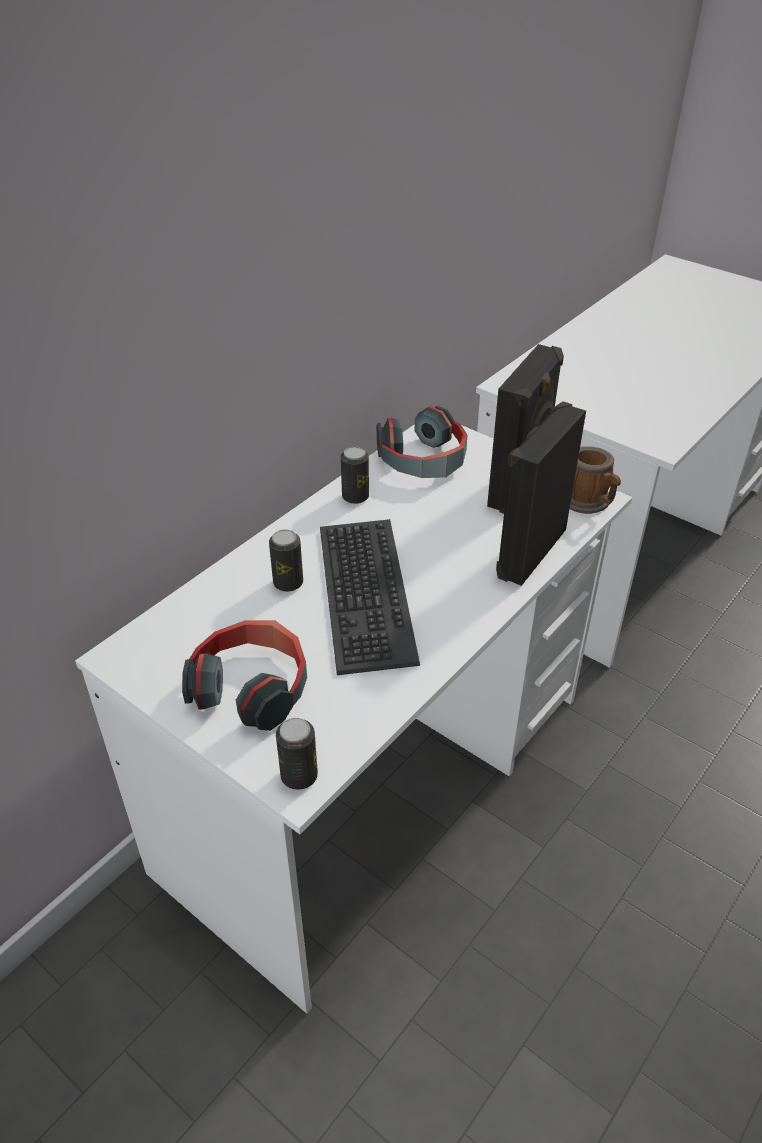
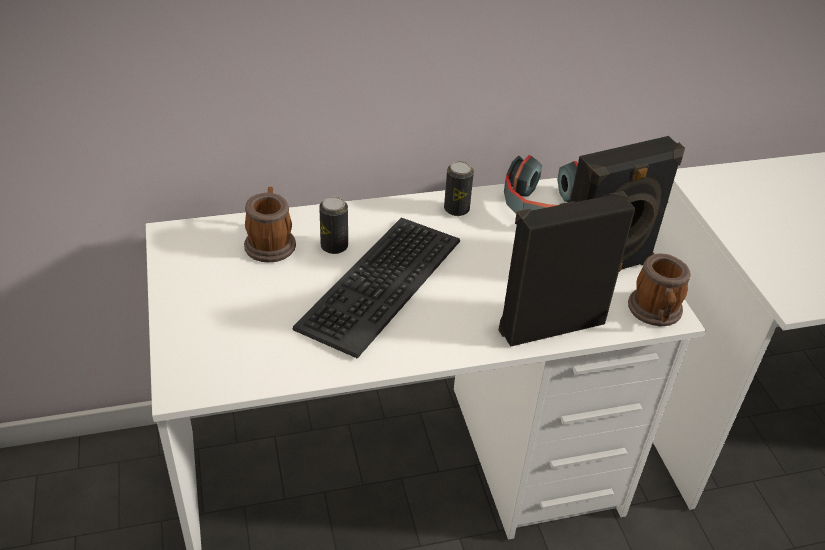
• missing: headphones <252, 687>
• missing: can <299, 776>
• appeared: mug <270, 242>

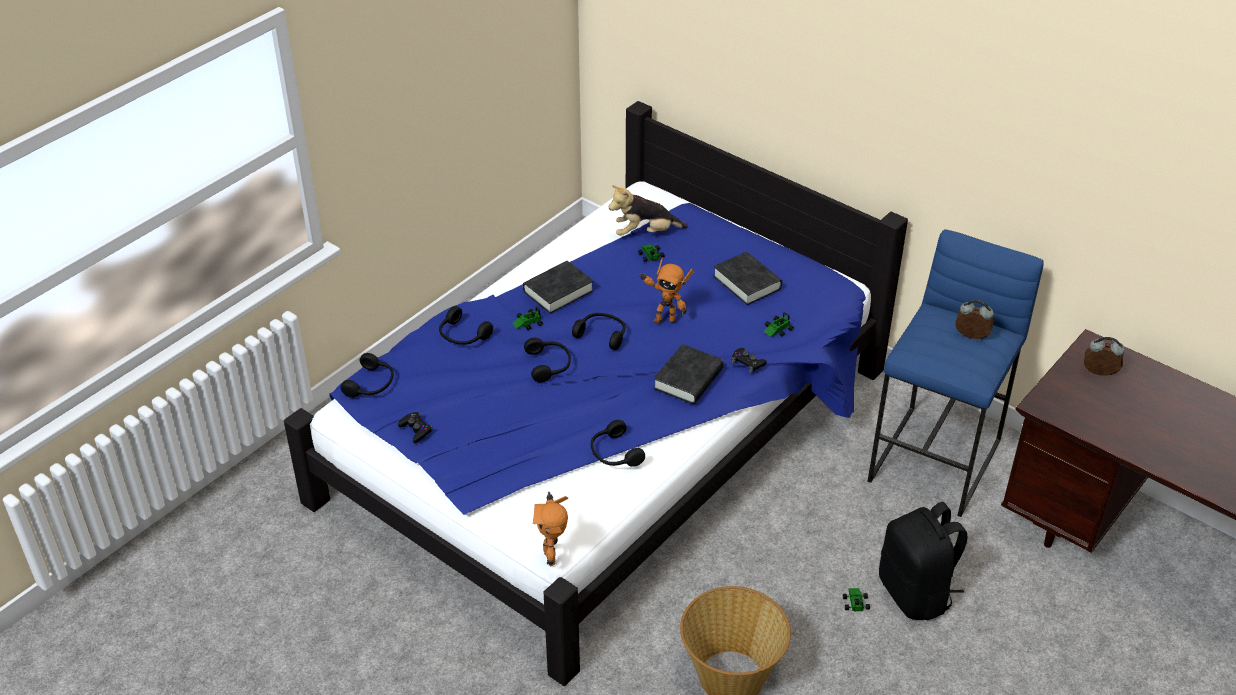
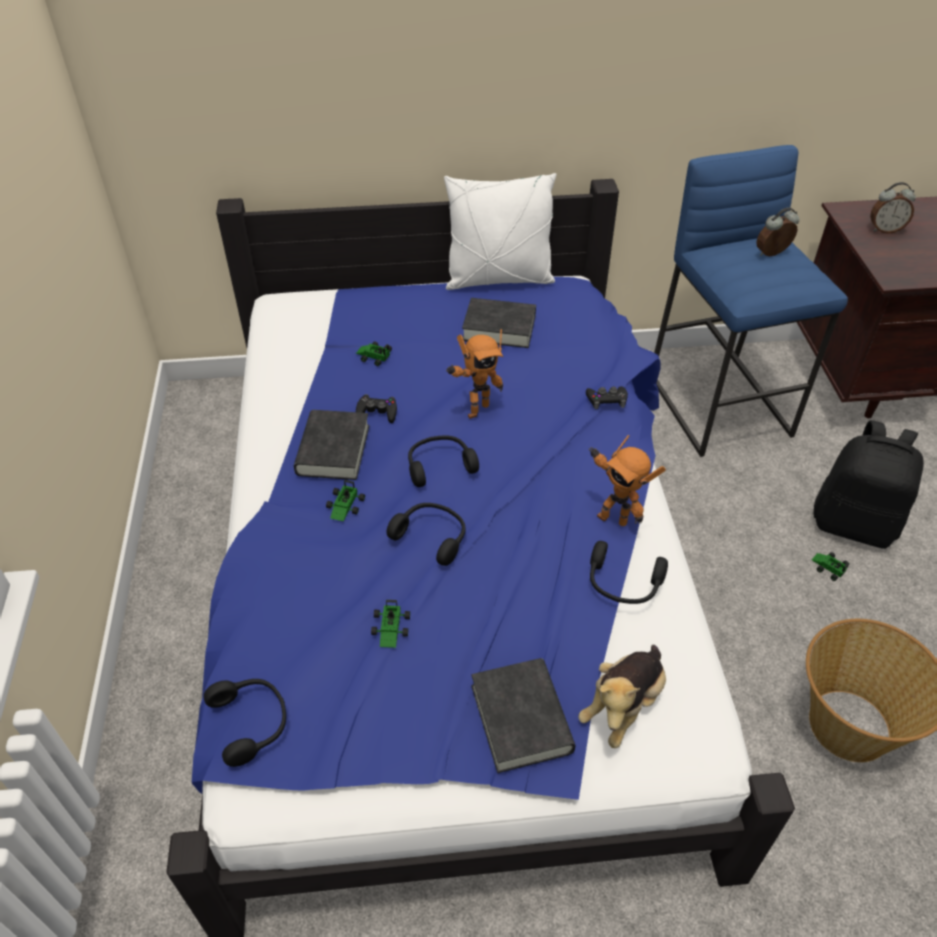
• relocated: plush toy <645, 233> to <623, 705>
• missing: black headphones <462, 336>
• relocated: toy car <776, 329> to <390, 629>
• spun: alarm clock <1099, 374> = <885, 229> 150 degrees counterclockwise
• relocated: black book <688, 379> to <521, 719>
• relocated: black game controller <416, 430> to <377, 412>
• relocated: toy robot <553, 556> to <613, 517>
• appeared: white pillow <499, 279>

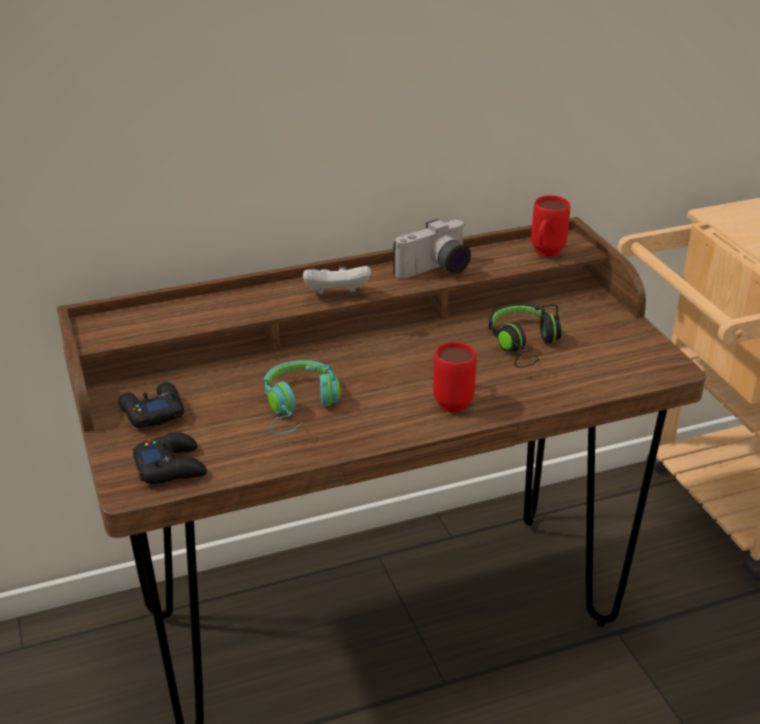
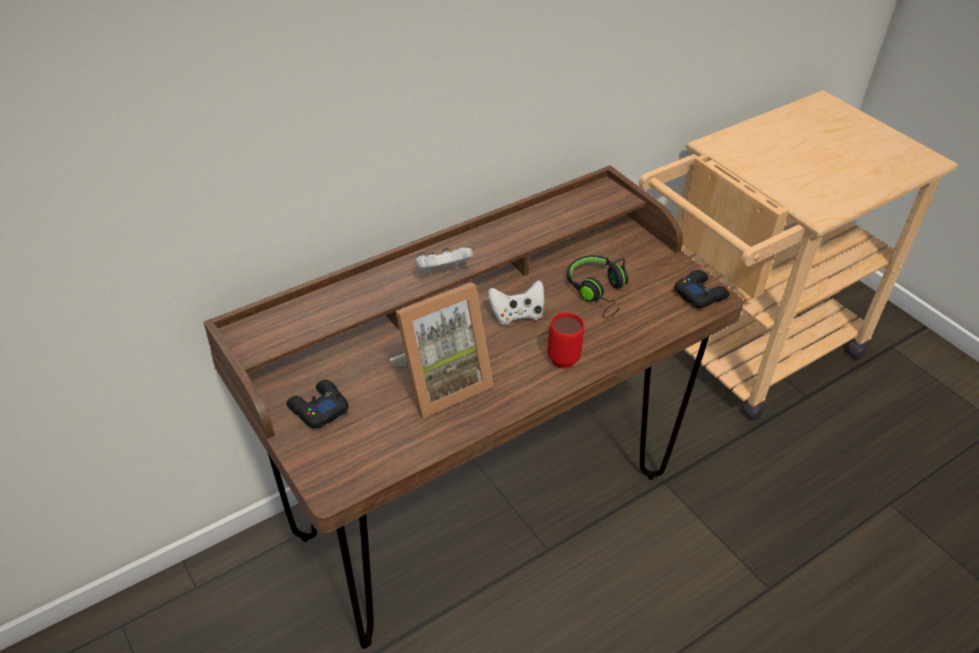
• missing: red mug <545, 254>
• missing: photo camera <436, 270>
• exchanged: turquoise headphones <300, 406> to picture frame <441, 382>
• relocated: black game controller <171, 466> to <700, 294>
• appeared: white game controller <517, 315>

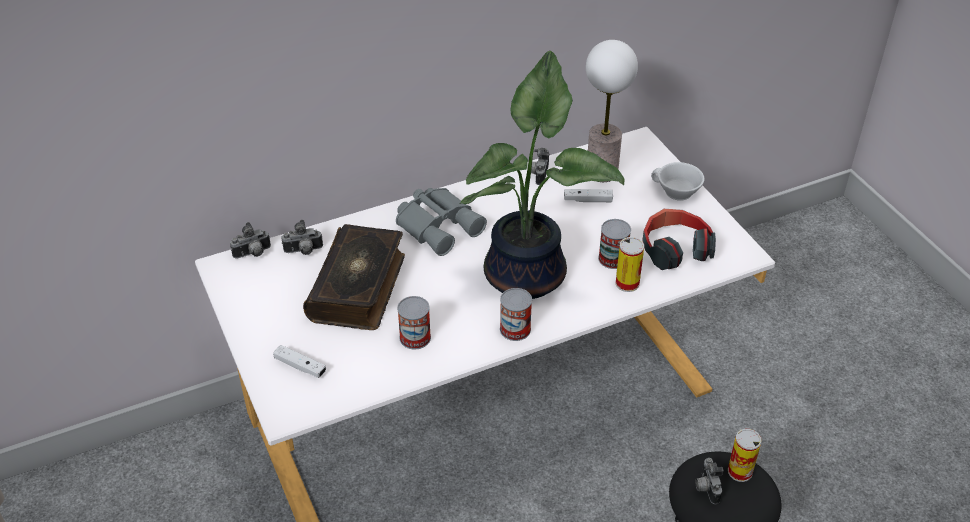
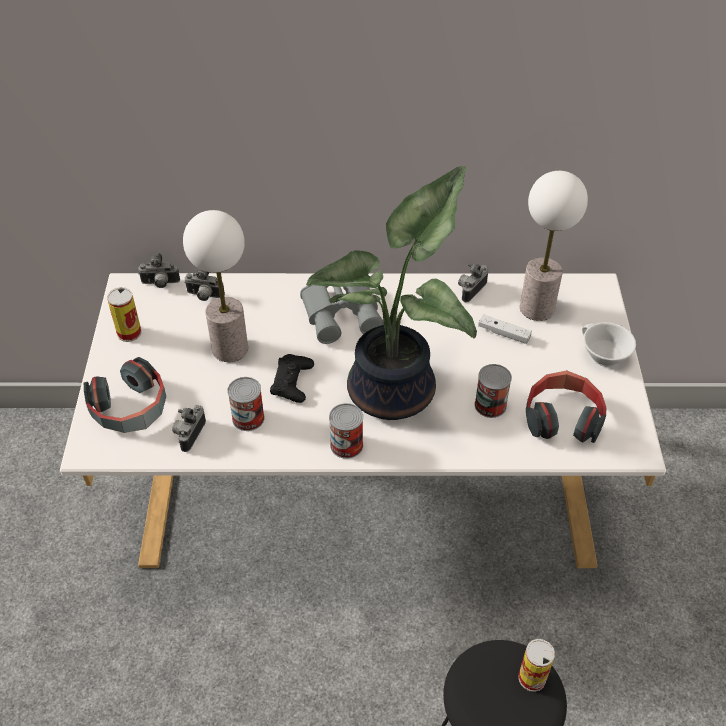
• exchanged: book <359, 287> to table lamp <230, 349>
• relocated: can <627, 283> to <129, 333>
• exchanged: white game controller <300, 366> to headphones <130, 408>
• relocated: photo camera <706, 488> to <189, 434>
• appeared: black game controller <292, 382>

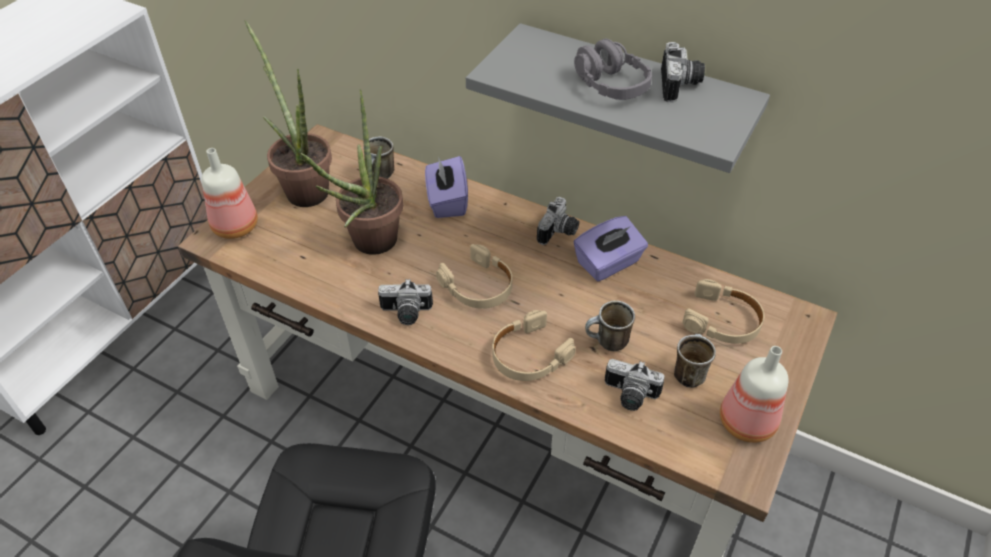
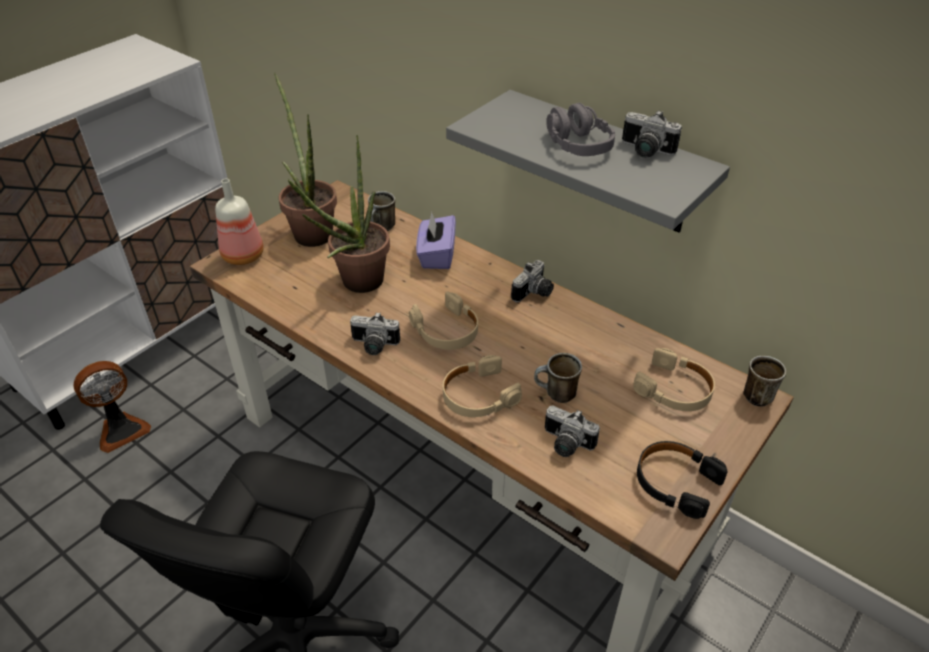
• spun: photo camera <680, 85> = <644, 151> 105 degrees clockwise
• missing: purple tissue box <608, 263>
• relocated: mug <687, 372> to <756, 393>
• exchanged: bottle <745, 421> to black headphones <675, 482>
• appeared: fan <121, 429>

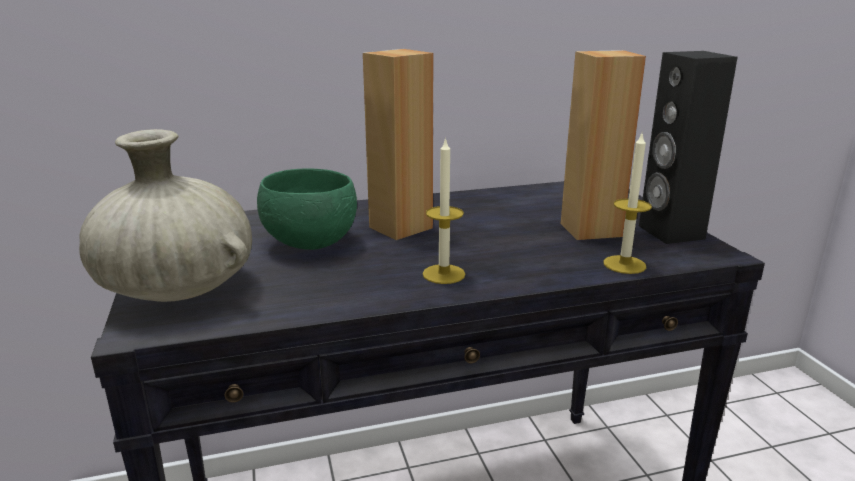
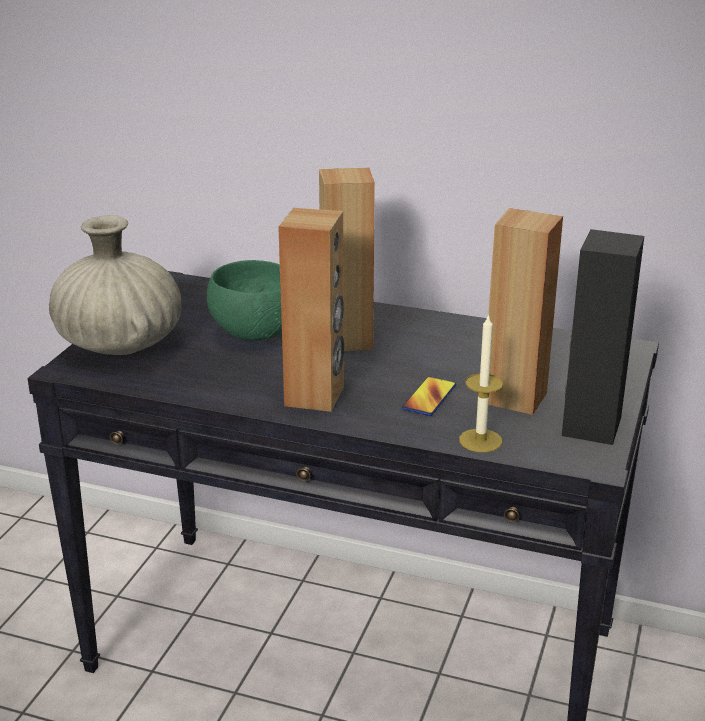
• exchanged: candle <444, 274> to brown speaker <315, 396>
• appeared: phone <429, 397>

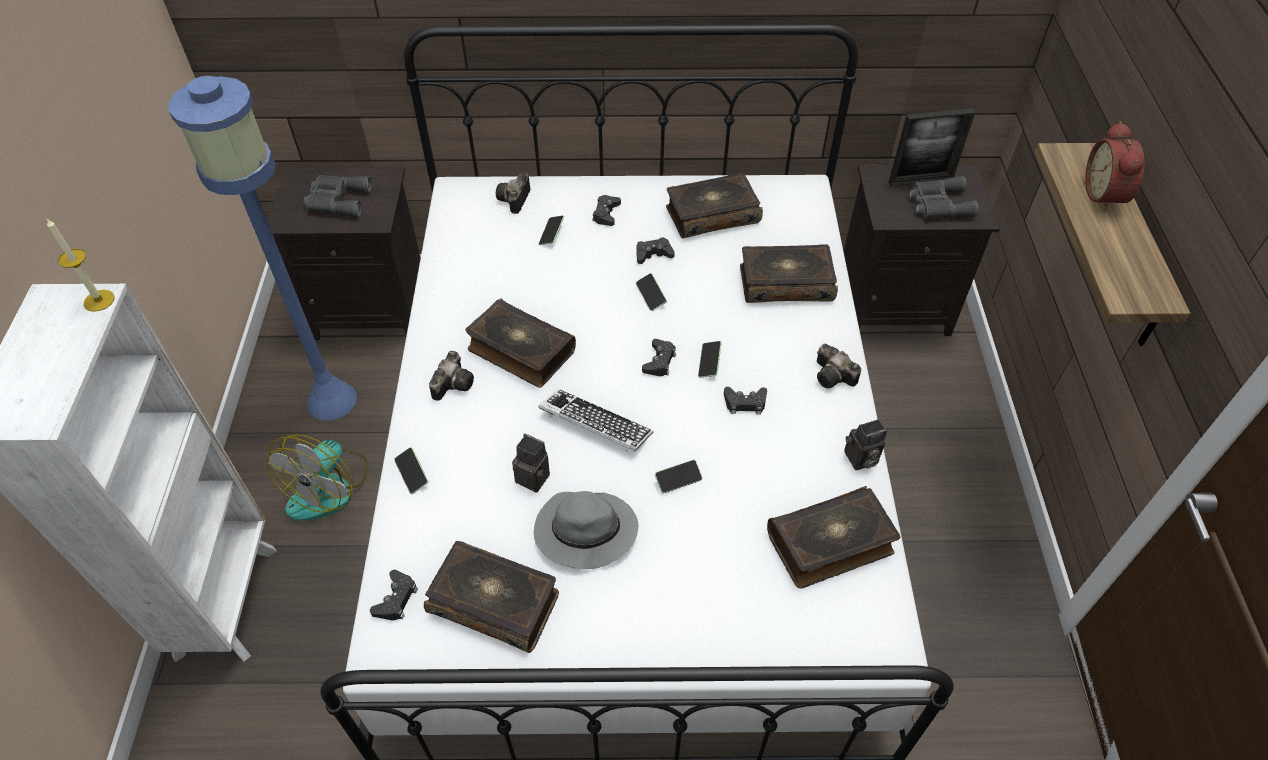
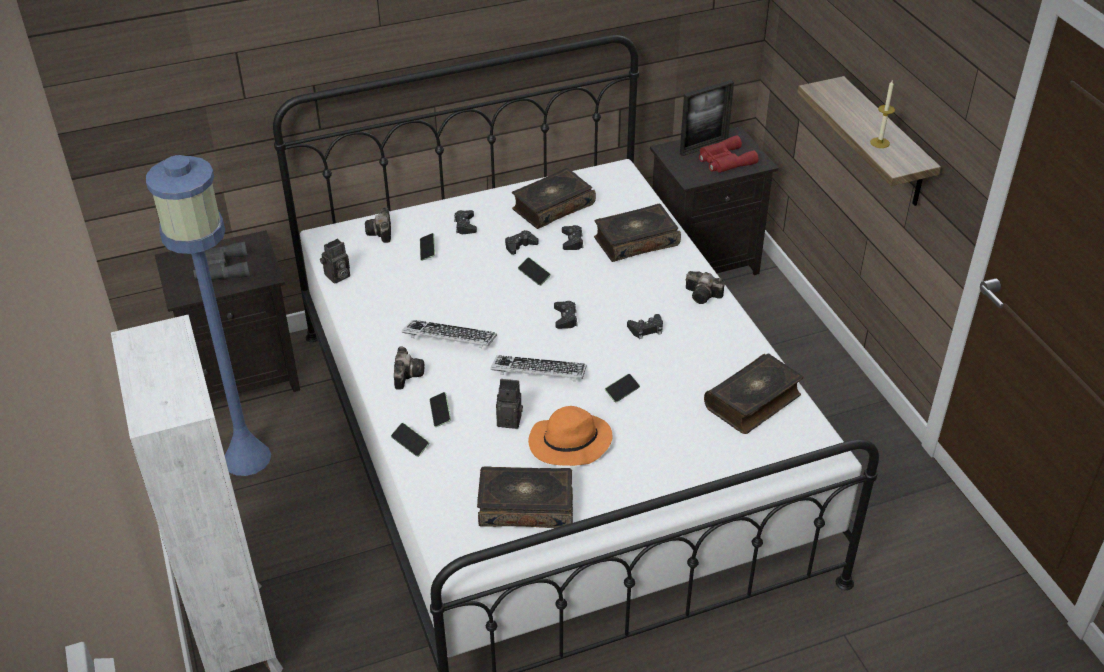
• missing: alarm clock <1106, 195>
• colour: grey binoculars <938, 204> to red binoculars <724, 161>
• relocated: candle <99, 300> to <880, 143>
• exchanged: book <520, 351> to keyboard <449, 338>
• relocated: phone <709, 363> to <440, 413>
• relocated: photo camera <860, 459> to <337, 277>
• missing: fan <329, 487>
• colour: grey hat <584, 532> to orange hat <569, 444>
• relocated: black game controller <396, 599> to <572, 241>

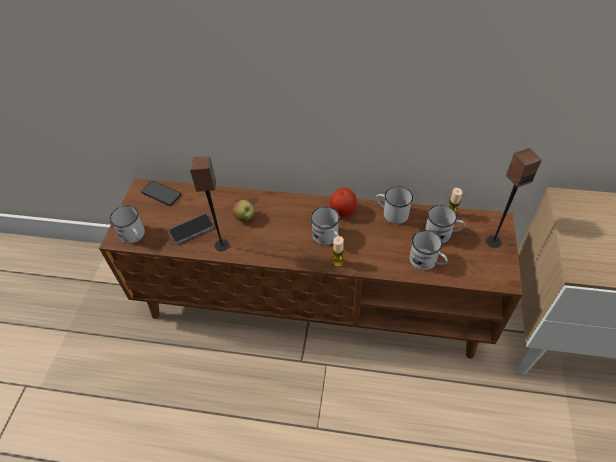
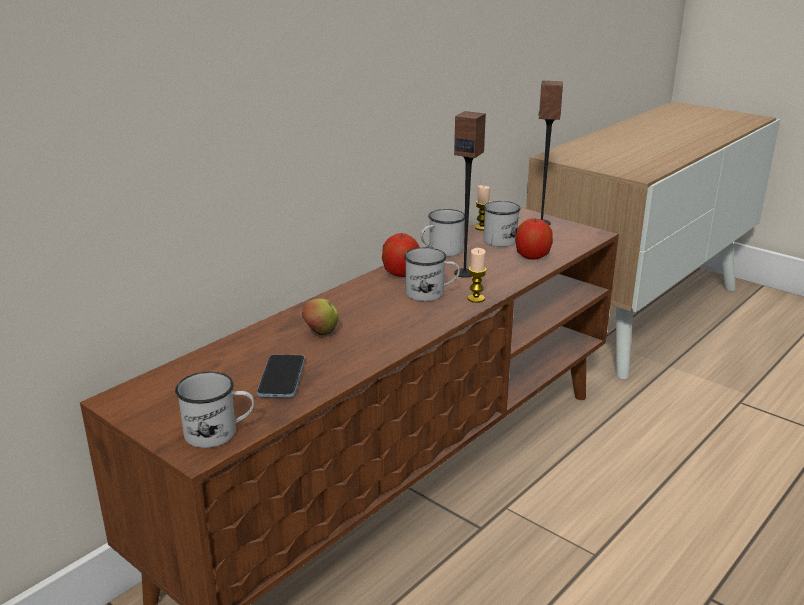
• relocated: speaker <222, 245> to <464, 273>
• missing: phone <161, 193>
• exchanged: white mug <427, 262> to apple <532, 257>

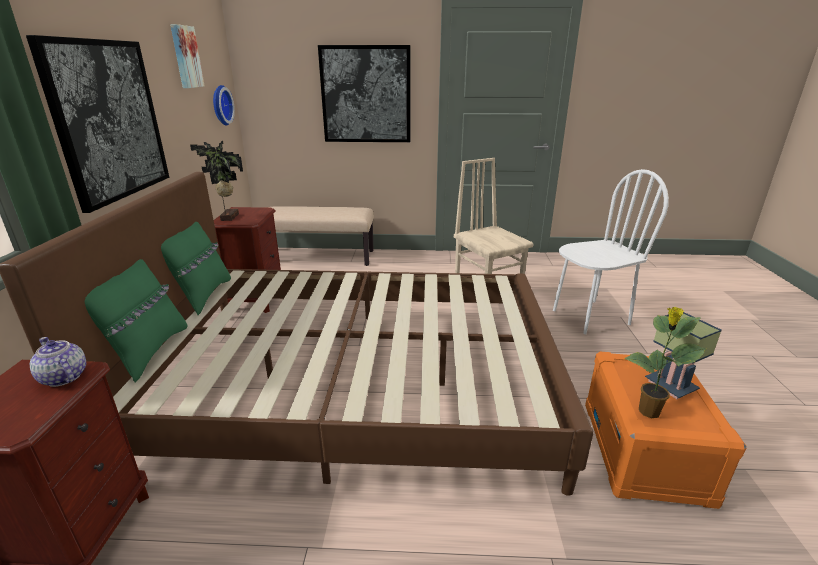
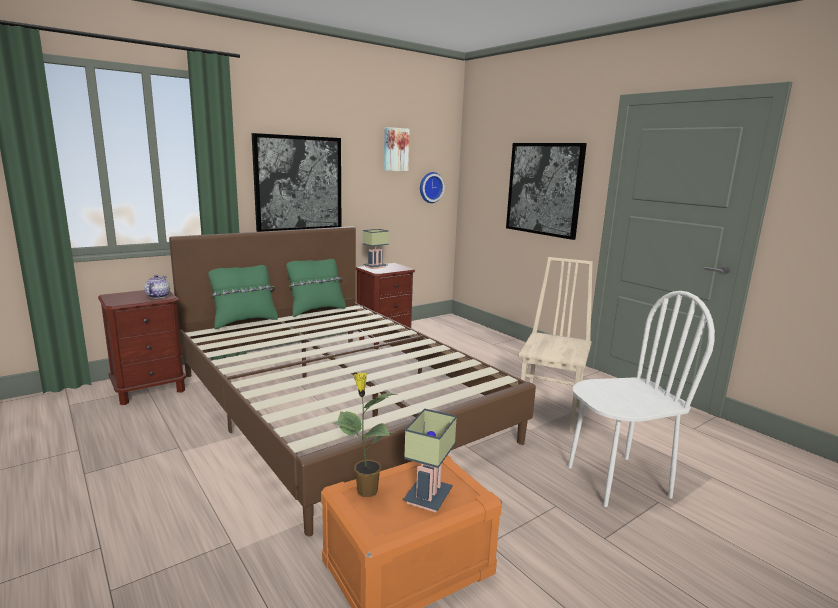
• exchanged: potted plant <228, 217> to table lamp <375, 266>
• spun: white chair <590, 317> = <617, 481> 45 degrees counterclockwise
• missing: beige bench <320, 257>

